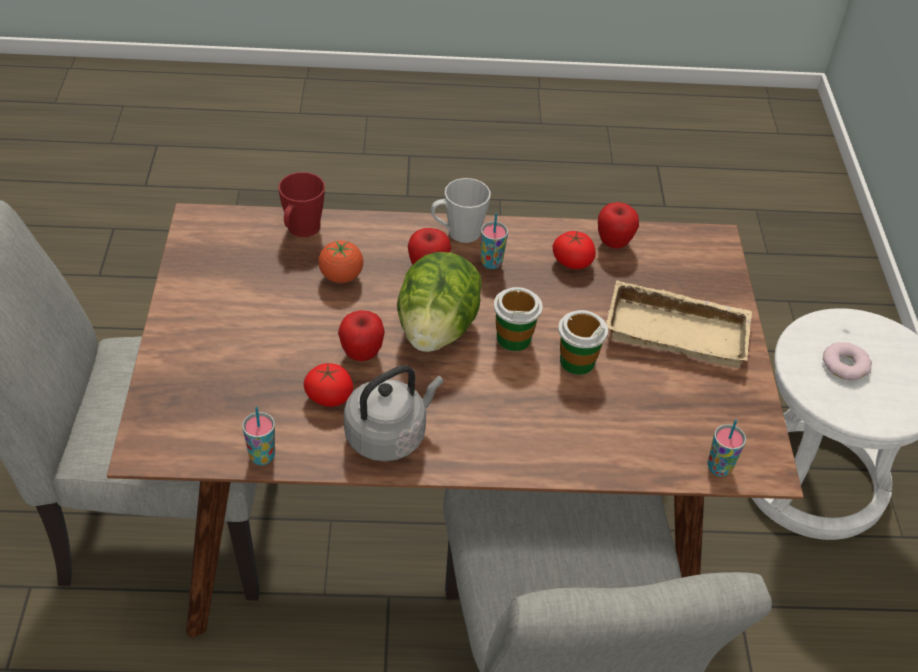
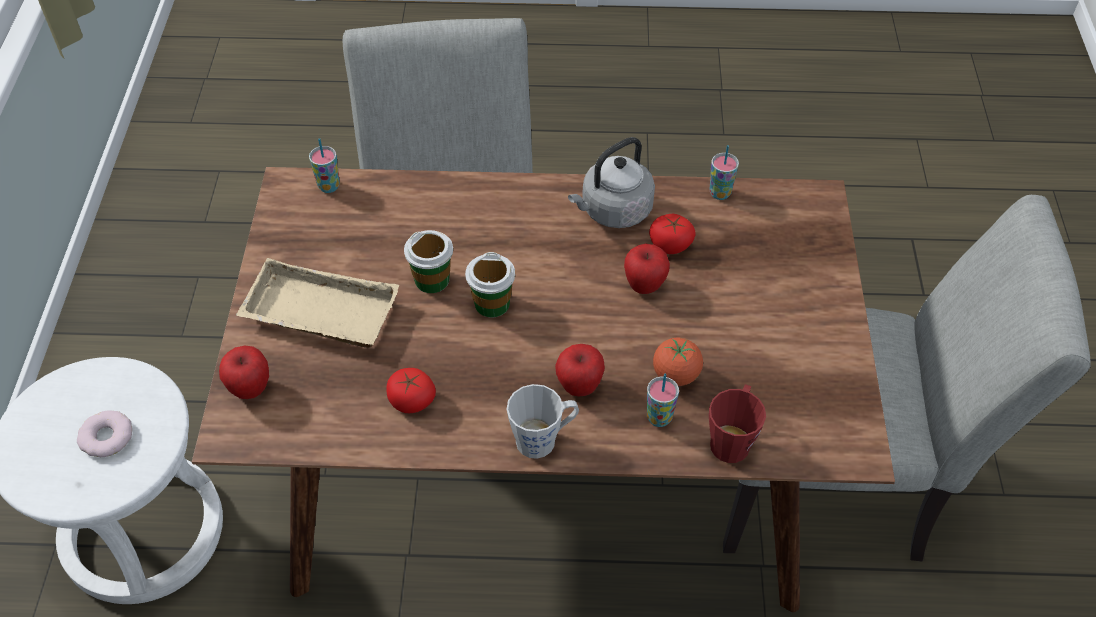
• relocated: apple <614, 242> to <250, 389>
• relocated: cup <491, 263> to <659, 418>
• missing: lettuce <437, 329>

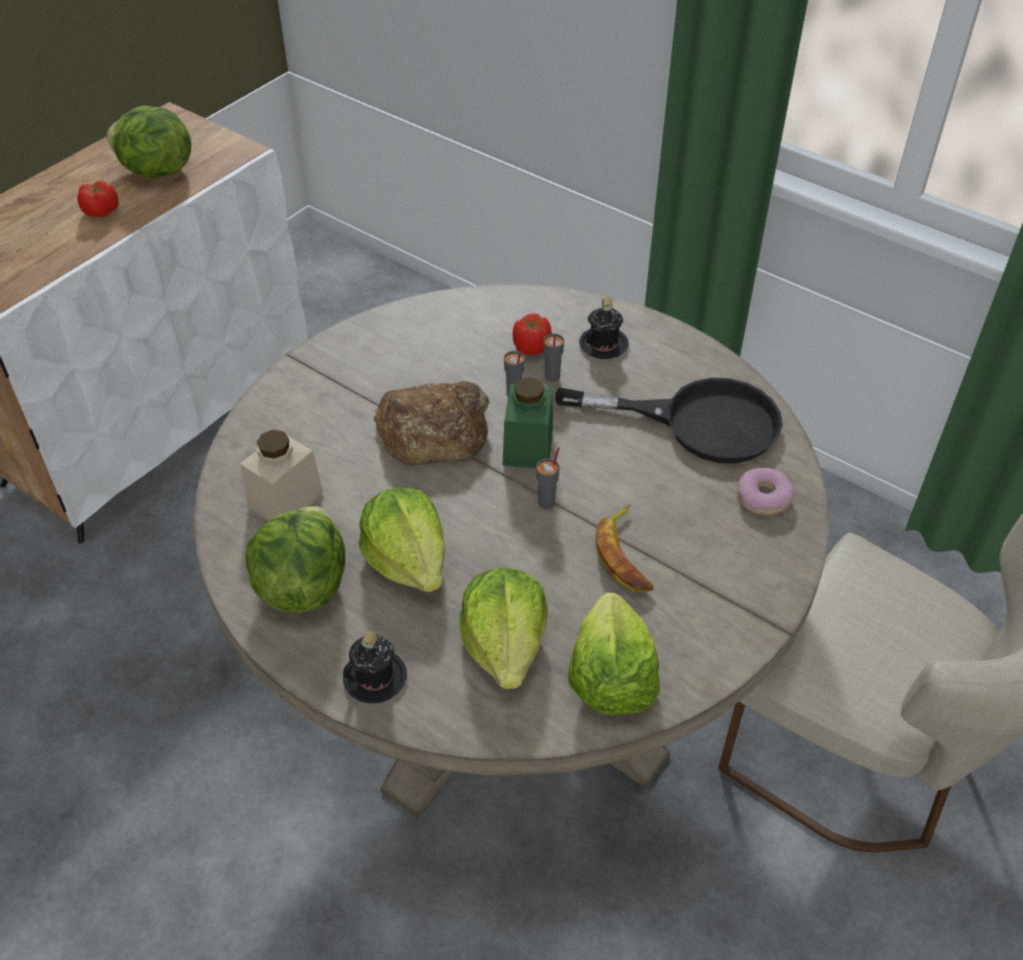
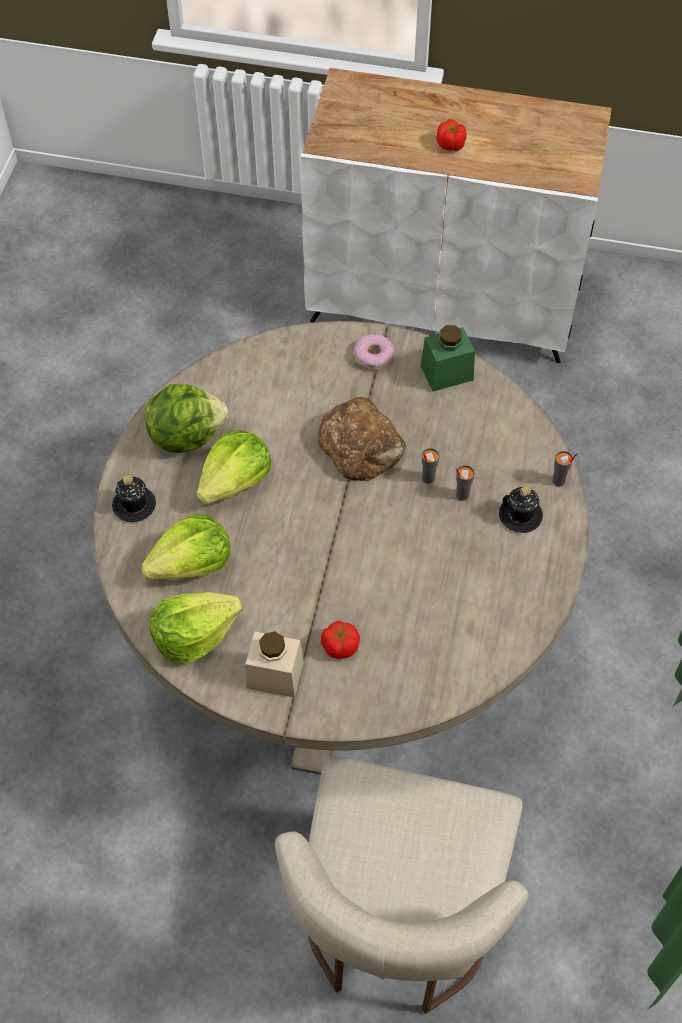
• missing: lettuce <156, 172>
• relocated: tomato <531, 347> to <340, 646>
• relocated: green jar <528, 446> to <446, 373>
• missing: black frying pan <698, 422>
• relocated: beige jar <285, 499> to <274, 675>
• relocated: grey cup <547, 503> to <559, 481>
• relocated: donut <763, 497> to <373, 356>
• missing: banana <625, 555>

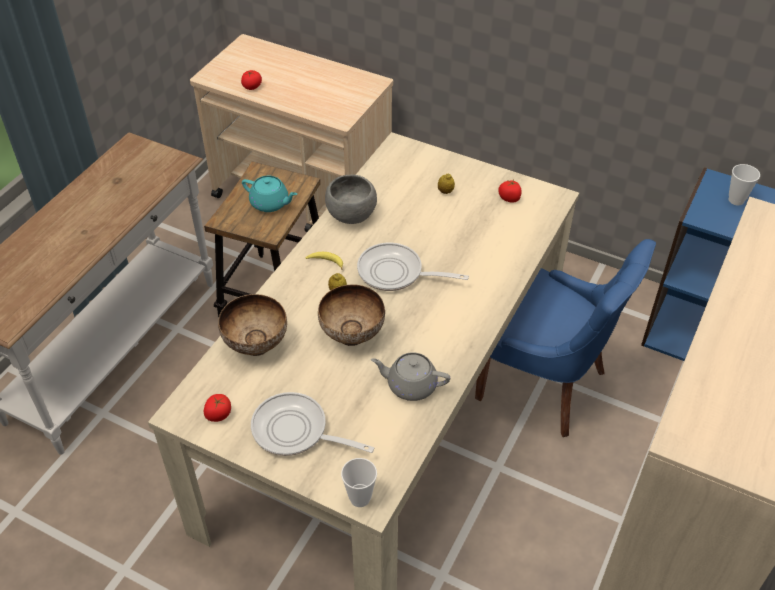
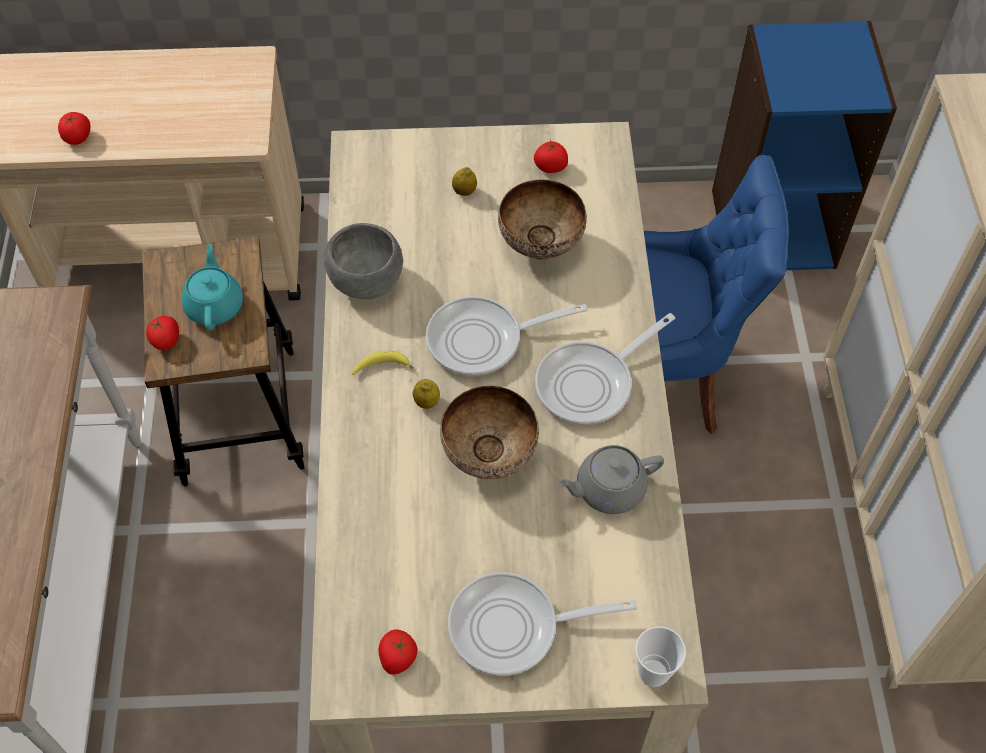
• missing: cup <736, 200>
• spun: turquoise teapot <270, 203> = <215, 305> 90 degrees counterclockwise
• relocated: bowl <255, 345> to <539, 246>
• appeared: frying pan <590, 384>
• appeared: tomato <166, 340>

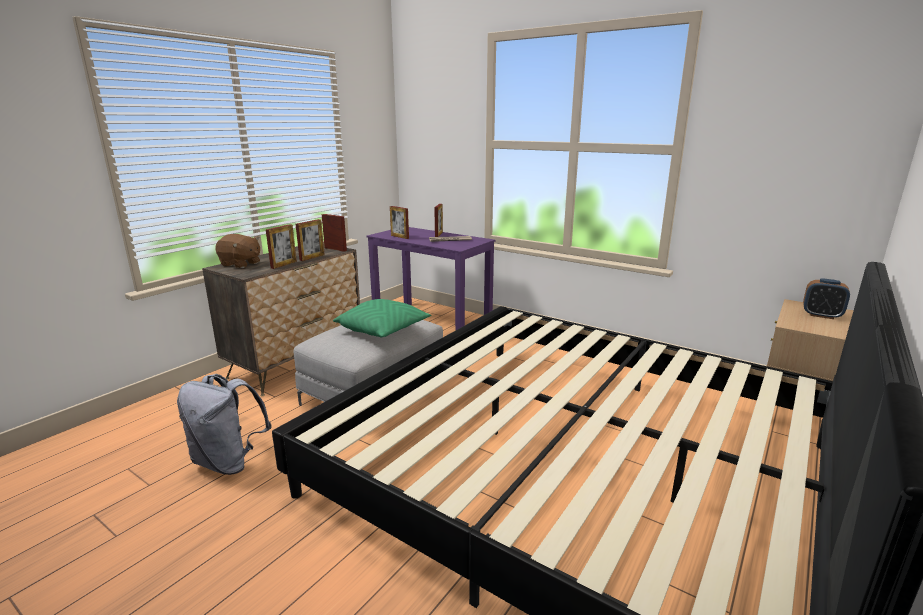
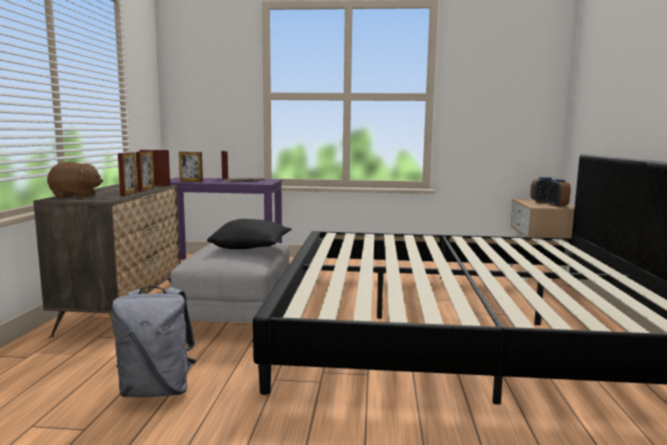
• colour: green pillow <383, 330> to black pillow <251, 247>
• appeared: alarm clock <557, 205>

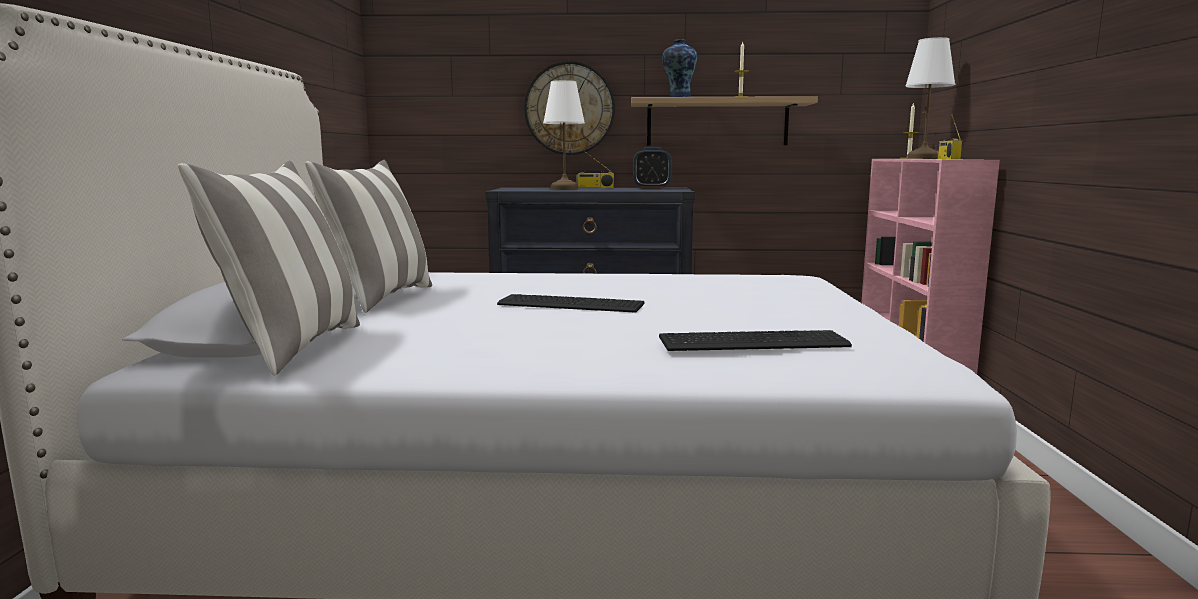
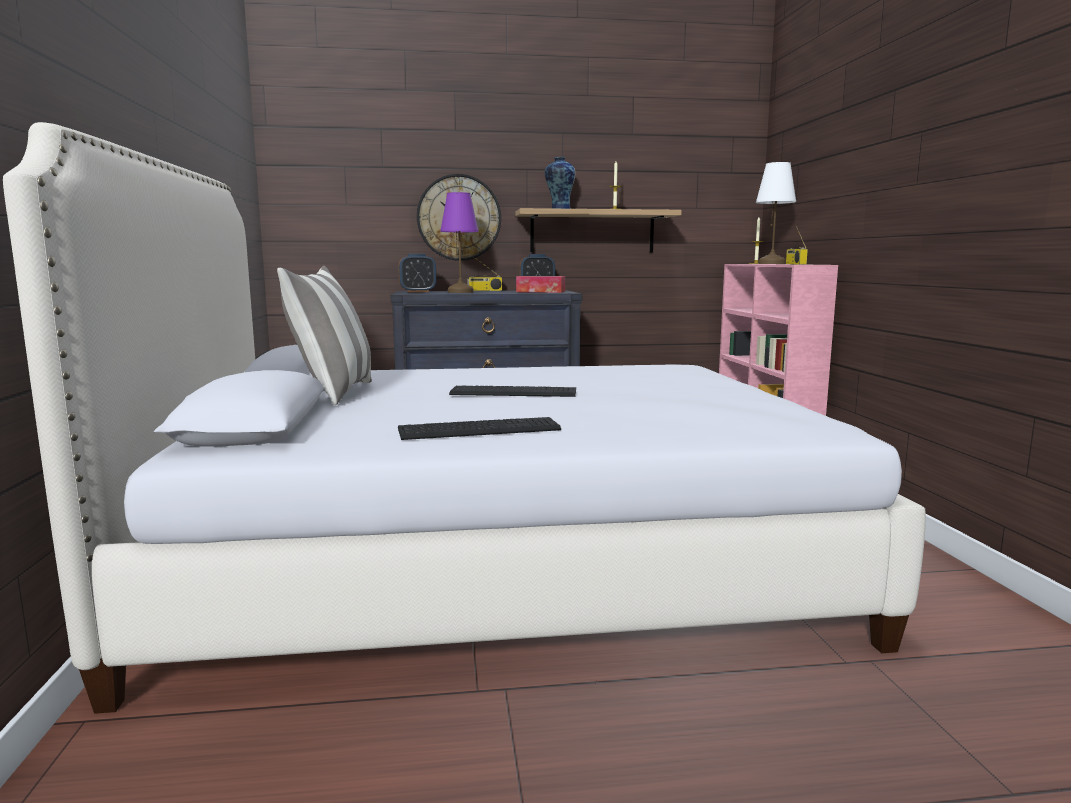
• colour: white table lamp <565, 189> to purple table lamp <461, 292>
• missing: pillow <291, 348>
• relocated: keyboard <749, 341> to <476, 429>
• appeared: alarm clock <418, 292>
• appeared: tissue box <540, 292>

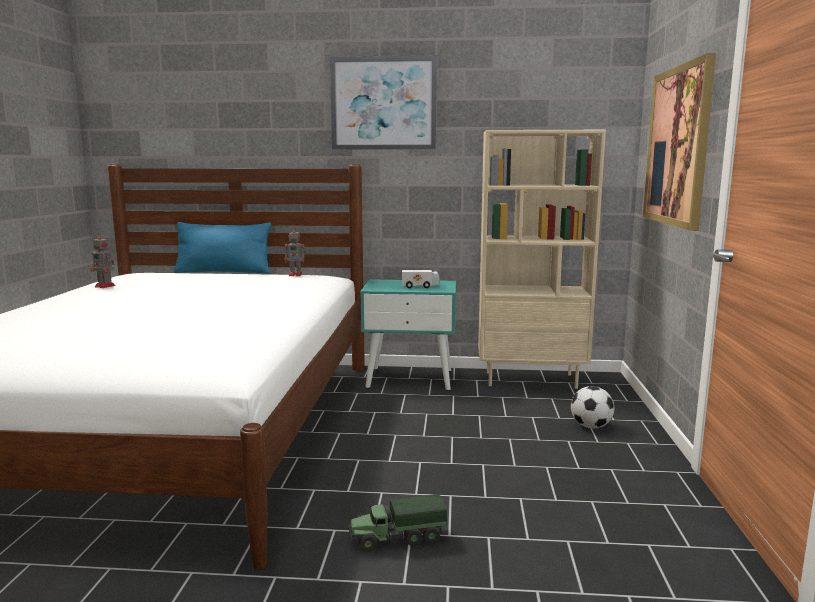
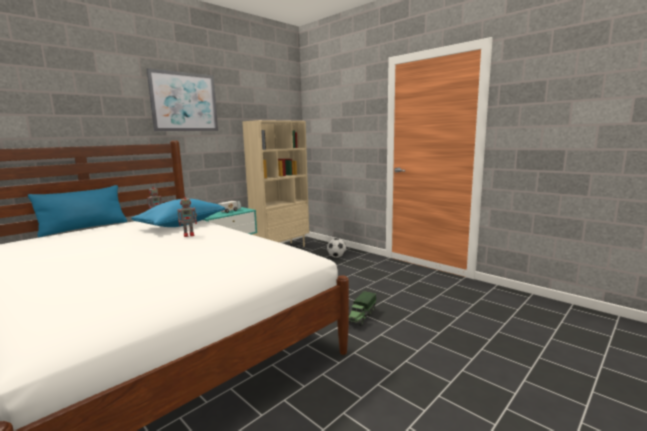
• missing: picture <678, 146>
• relocated: toy robot <105, 286> to <189, 235>
• appeared: blue pillow <181, 224>

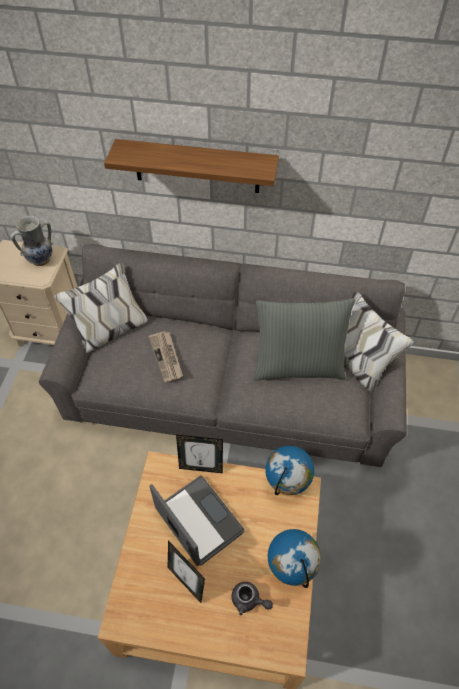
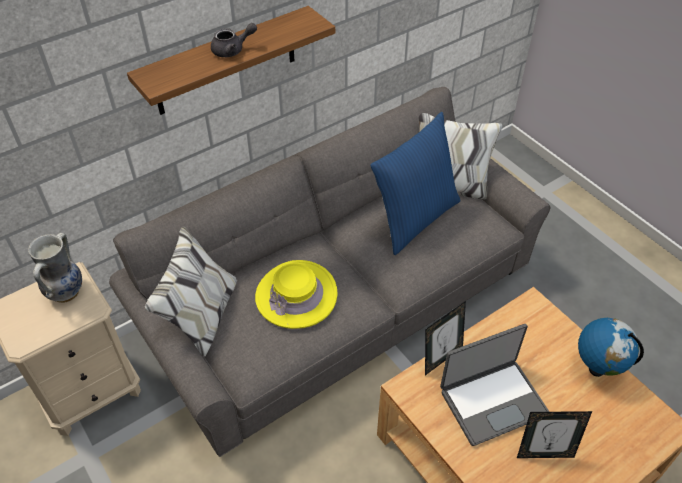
• colour: grey pillow <298, 366> to blue pillow <414, 218>
• exchanged: newspaper <167, 357> to yellow hat <296, 295>
• missing: globe <287, 485>
• spun: laptop <198, 521> = <492, 400> 150 degrees clockwise
• relocated: grey teapot <249, 600> to <232, 50>

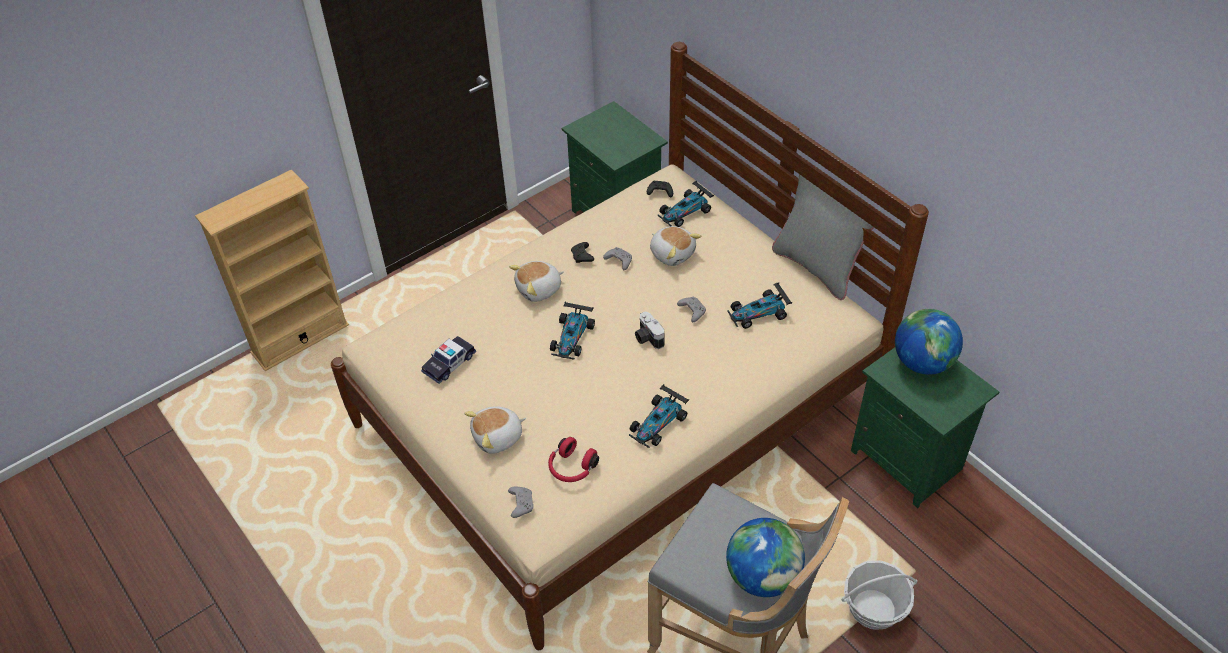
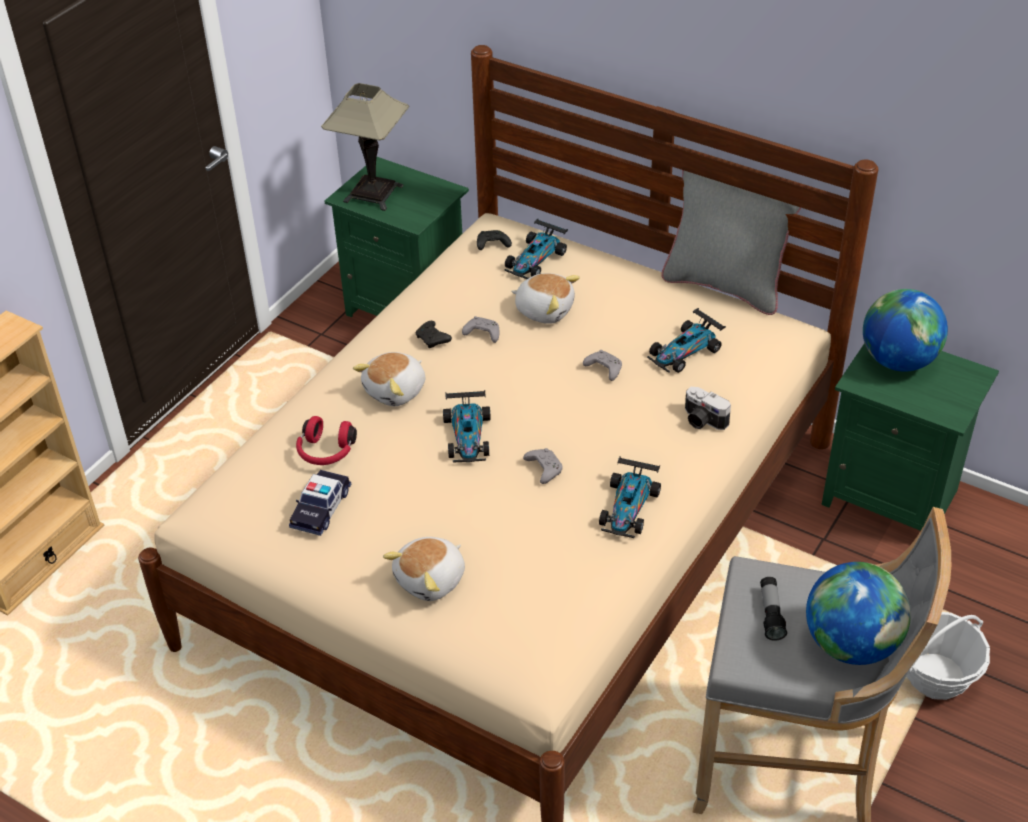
• relocated: photo camera <647, 338> to <702, 421>
• relocated: red headphones <571, 468> to <326, 452>
• relocated: grey game controller <521, 504> to <543, 469>
• appeared: table lamp <373, 193>
• appeared: flashlight <771, 614>

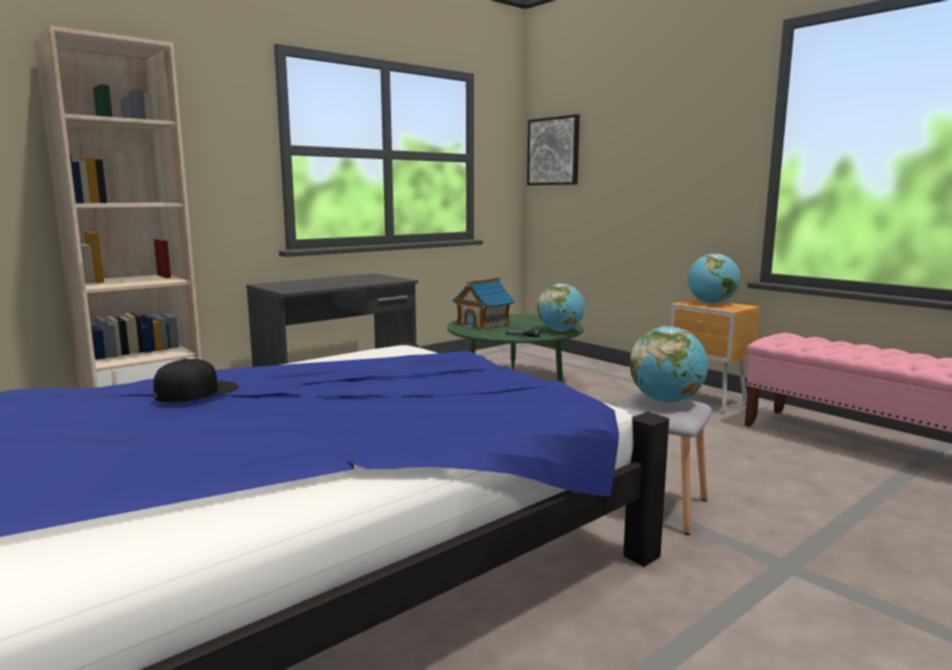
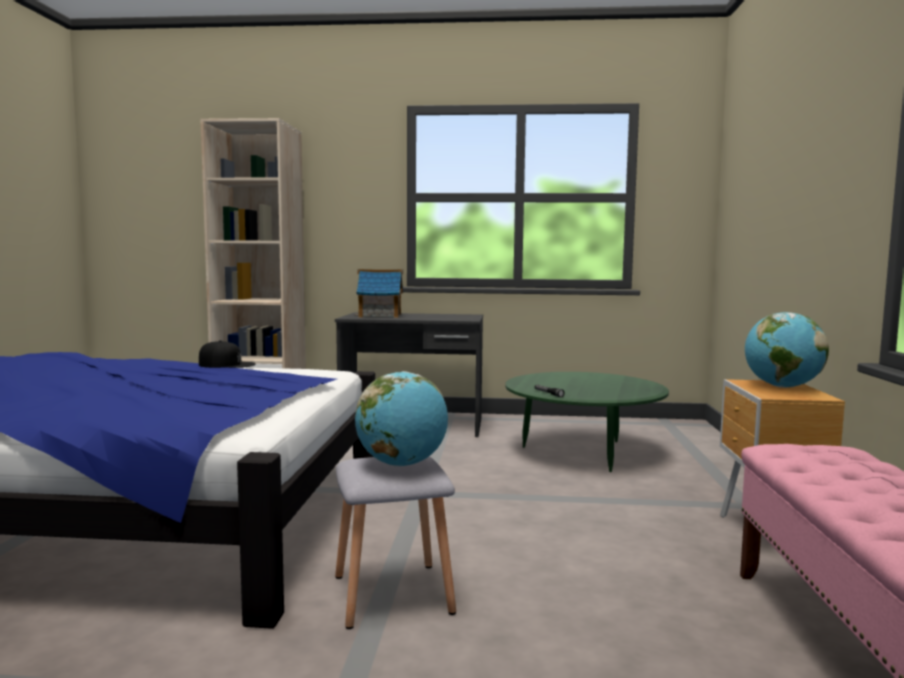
• missing: picture <553, 151>
• relocated: toy house <483, 324> to <380, 315>
• missing: globe <560, 330>
• relocated: black cap <197, 391> to <227, 364>

